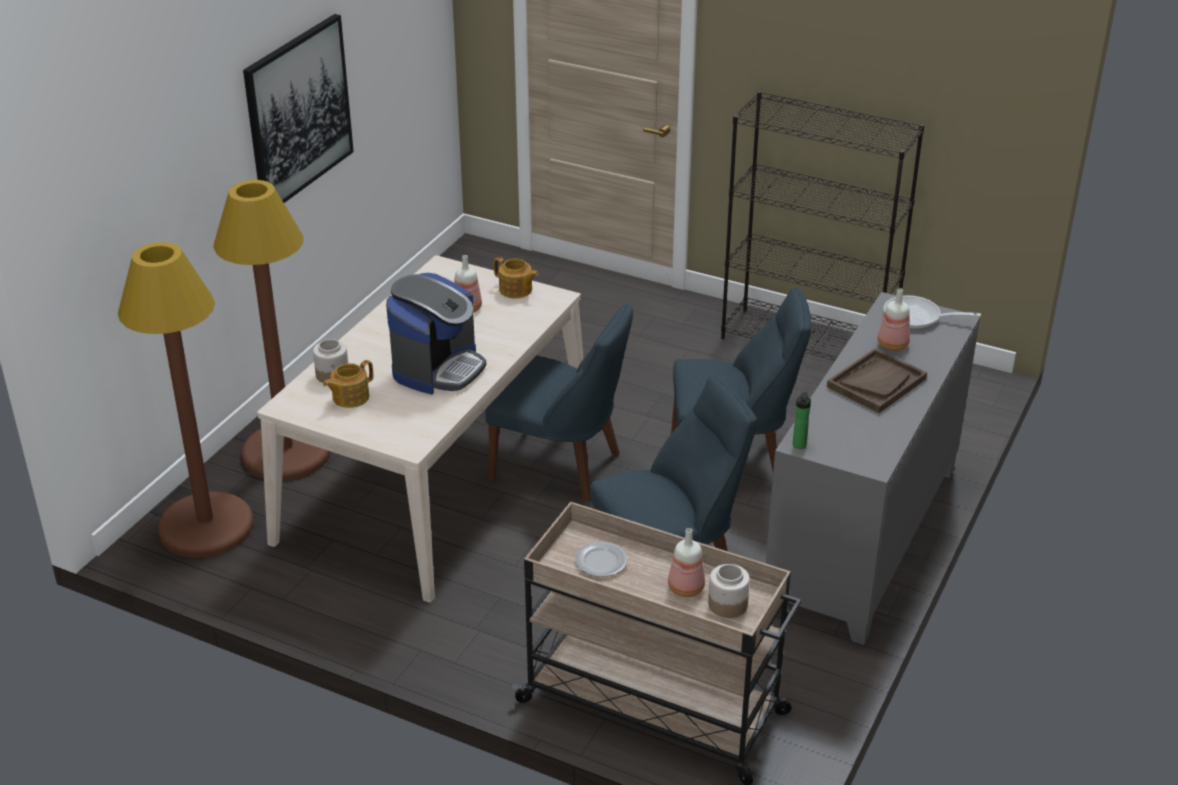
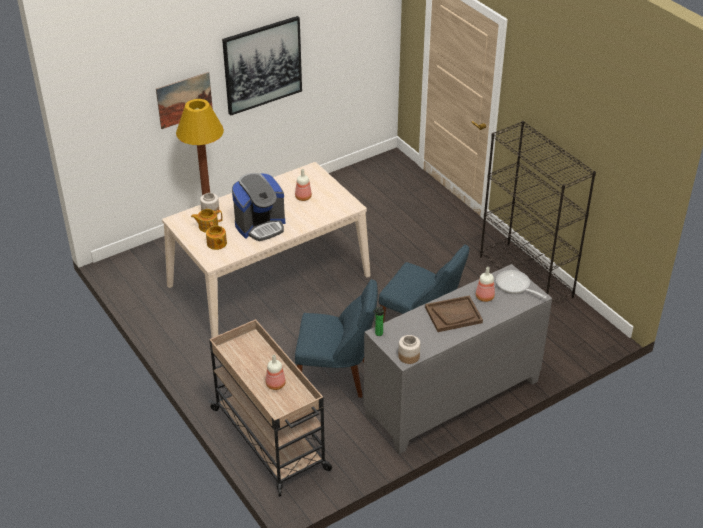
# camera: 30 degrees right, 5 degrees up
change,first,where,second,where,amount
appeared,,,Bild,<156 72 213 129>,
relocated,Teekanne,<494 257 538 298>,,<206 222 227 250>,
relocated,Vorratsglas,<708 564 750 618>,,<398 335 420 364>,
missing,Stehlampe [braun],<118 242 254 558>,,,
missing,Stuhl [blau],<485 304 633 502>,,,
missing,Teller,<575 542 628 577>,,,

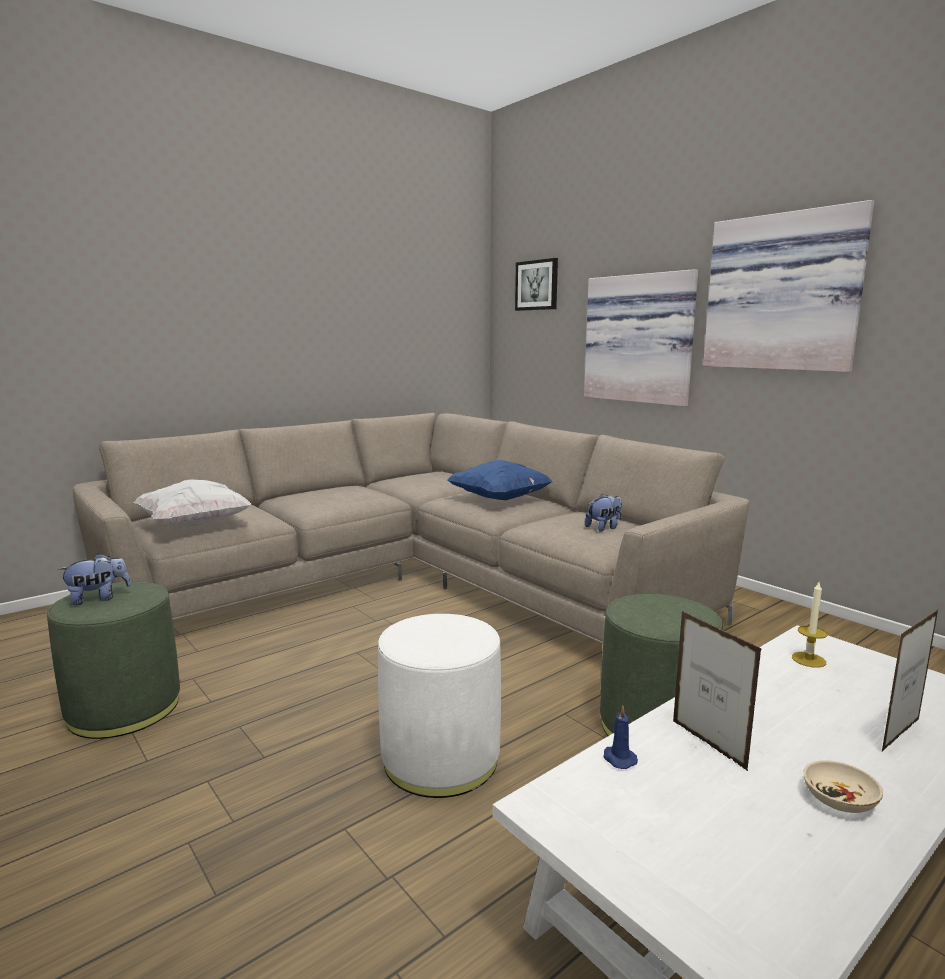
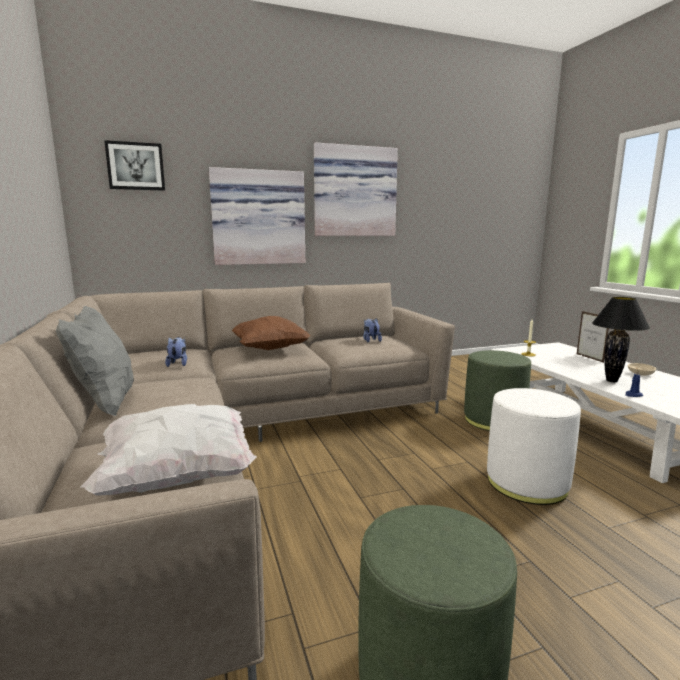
# camera: 70 degrees left, 0 degrees up
change,first,where,second,where,amount
appeared,,,Kissen [grau],<56 306 134 416>,
relocated,Plüschtier,<58 553 131 605>,,<165 337 187 367>,
colour,Kissen [blau],<447 460 553 500>,Kissen [braun],<232 316 311 350>,
exchanged,Bilderrahmen,<673 611 762 771>,Tischlampe [schwarz],<592 297 650 382>,

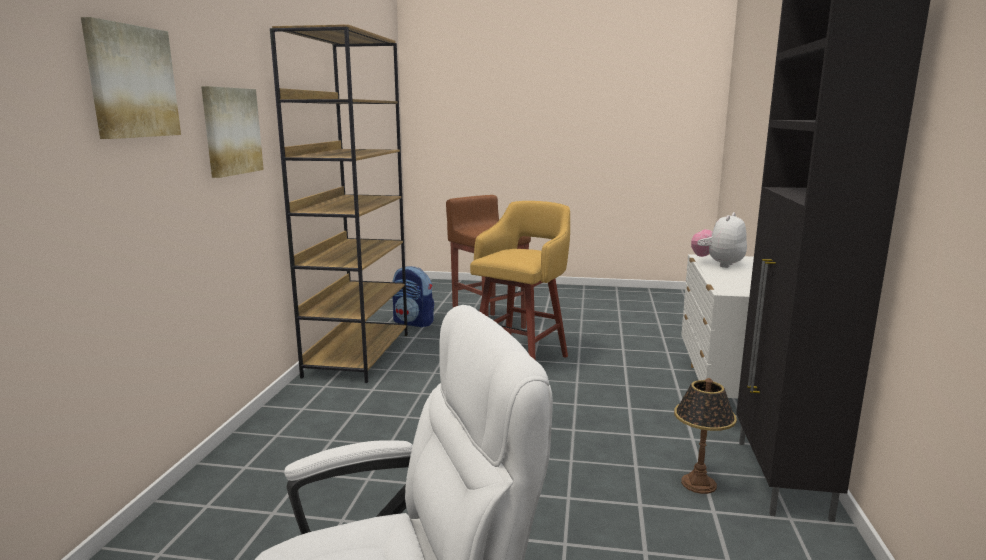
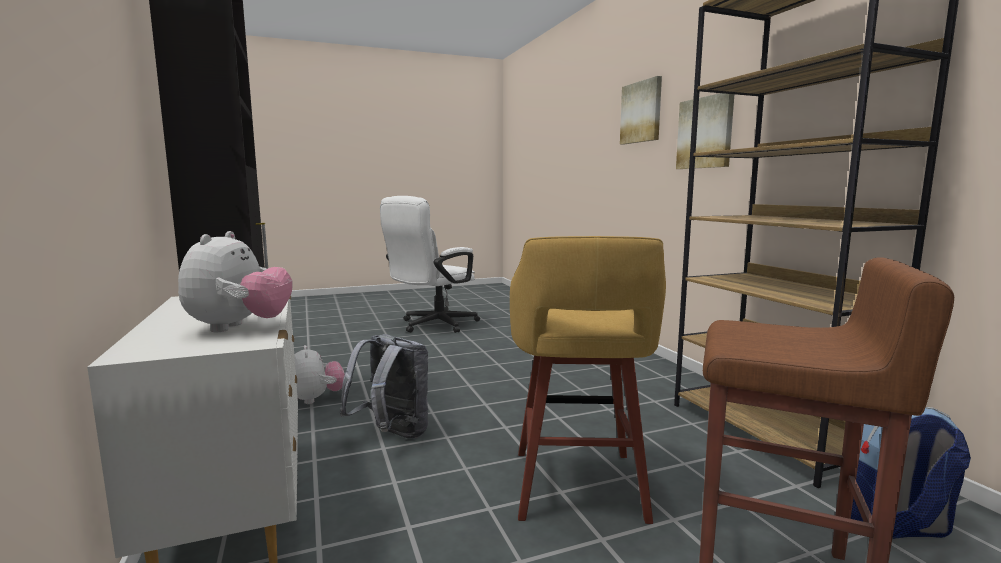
# camera: 150 degrees right, 5 degrees down
change,first,where,second,where,amount
exchanged,Tischlampe,<674 378 737 494>,Plüschtier,<294 345 345 404>,
appeared,,,Rucksack [grau],<339 334 428 439>,

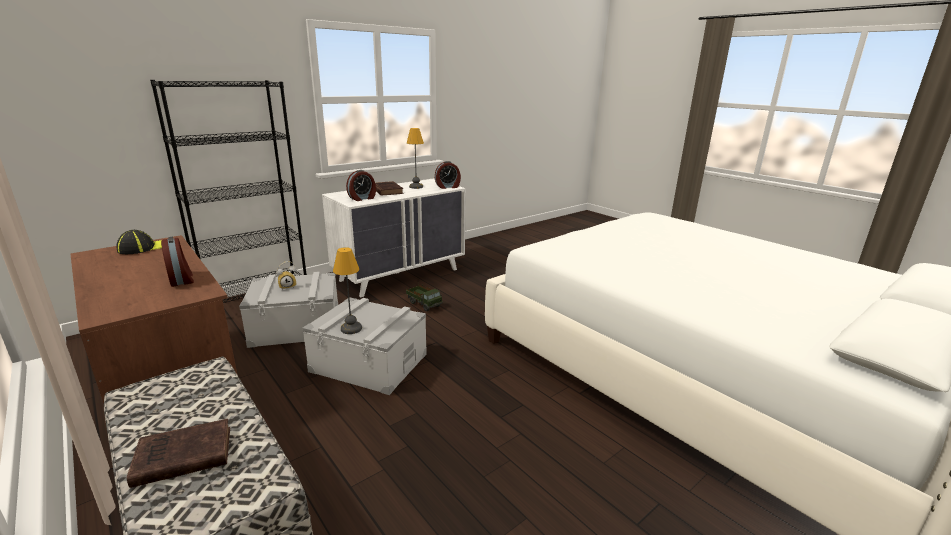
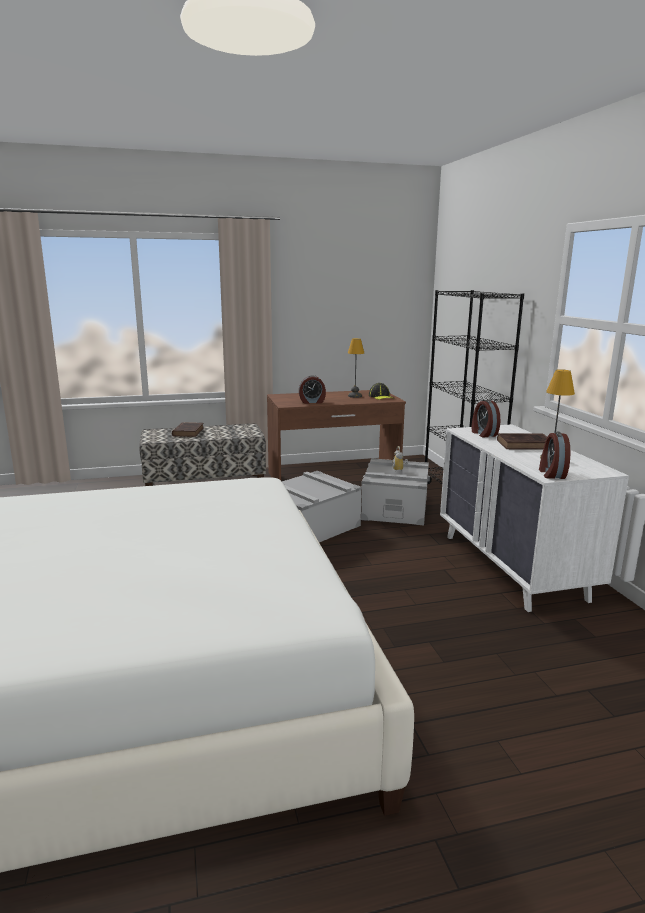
# camera: 115 degrees right, 5 degrees down
change,first,where,second,where,amount
relocated,Tischlampe,<333 247 362 334>,,<348 338 364 398>,
missing,Spielzeuglaster,<406 282 443 311>,,,

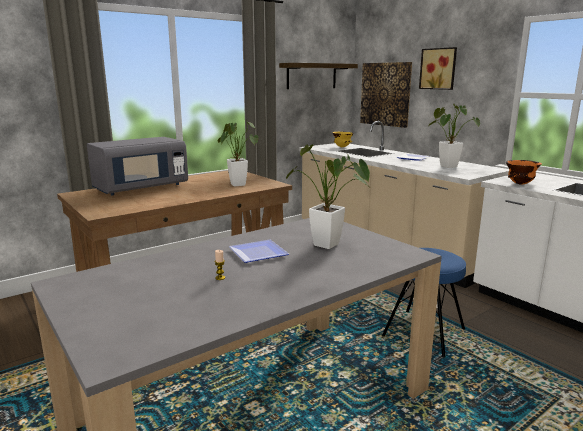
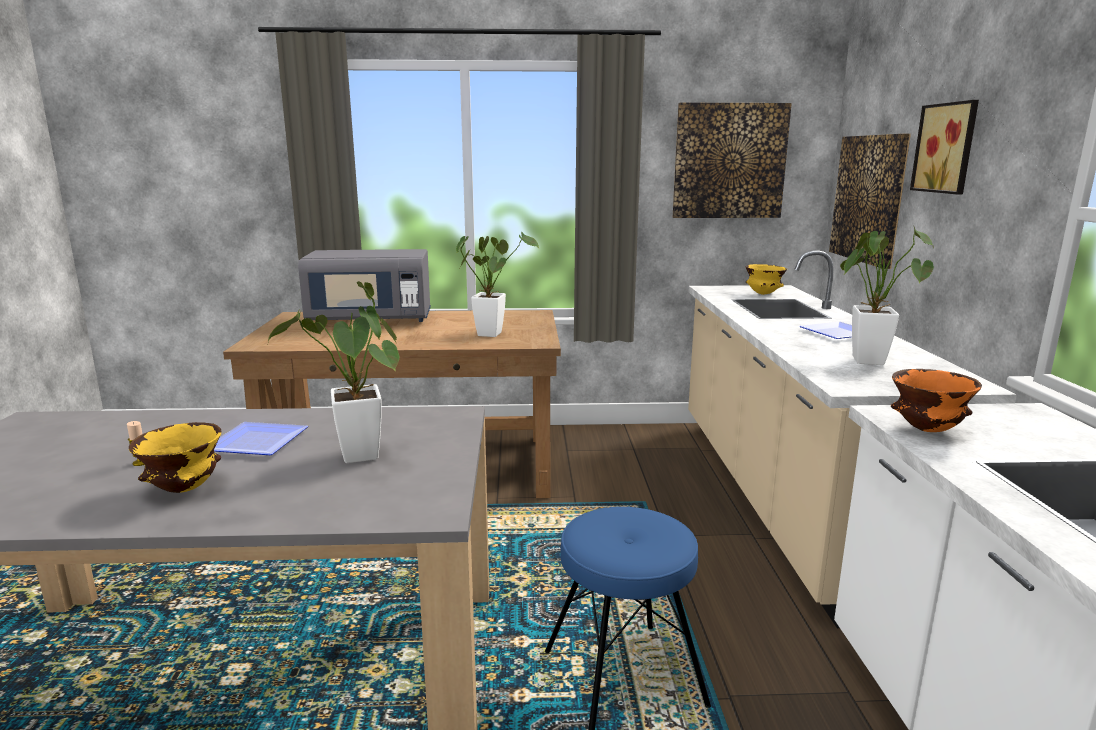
# camera: 35 degrees right, 0 degrees up
change,first,where,second,where,amount
appeared,,,Schüssel [gelb],<129 422 221 493>,
exchanged,Wandregal,<279 63 358 89>,Bild,<673 103 792 218>,

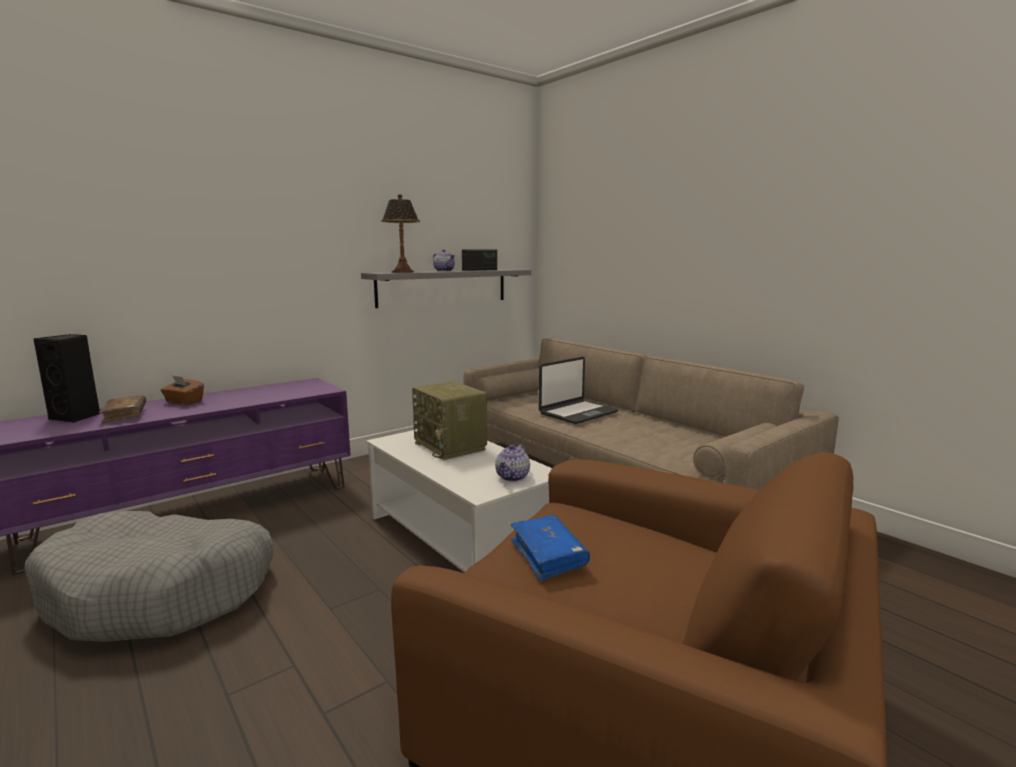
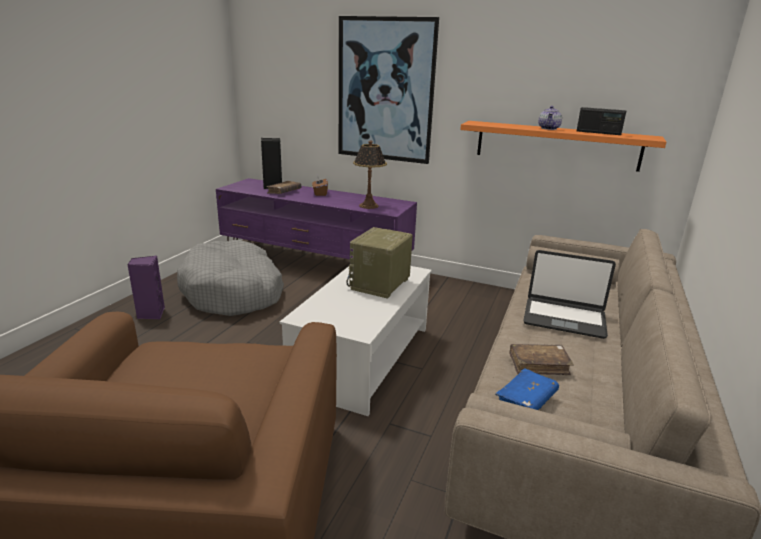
# camera: 60 degrees right, 10 degrees up
change,first,where,second,where,amount
appeared,,,Lautsprecher [lila],<127 256 165 319>,
appeared,,,Bild,<339 16 439 164>,
relocated,Tischlampe,<381 194 420 273>,,<353 140 387 209>,
colour,Wandregal [grau],<361 269 531 308>,Wandregal [orange],<460 121 666 172>,
relocated,Buch [blau],<511 515 590 581>,,<495 368 559 410>,
appeared,,,Buch [braun],<509 344 574 375>,
missing,Teekanne,<495 444 530 482>,,,

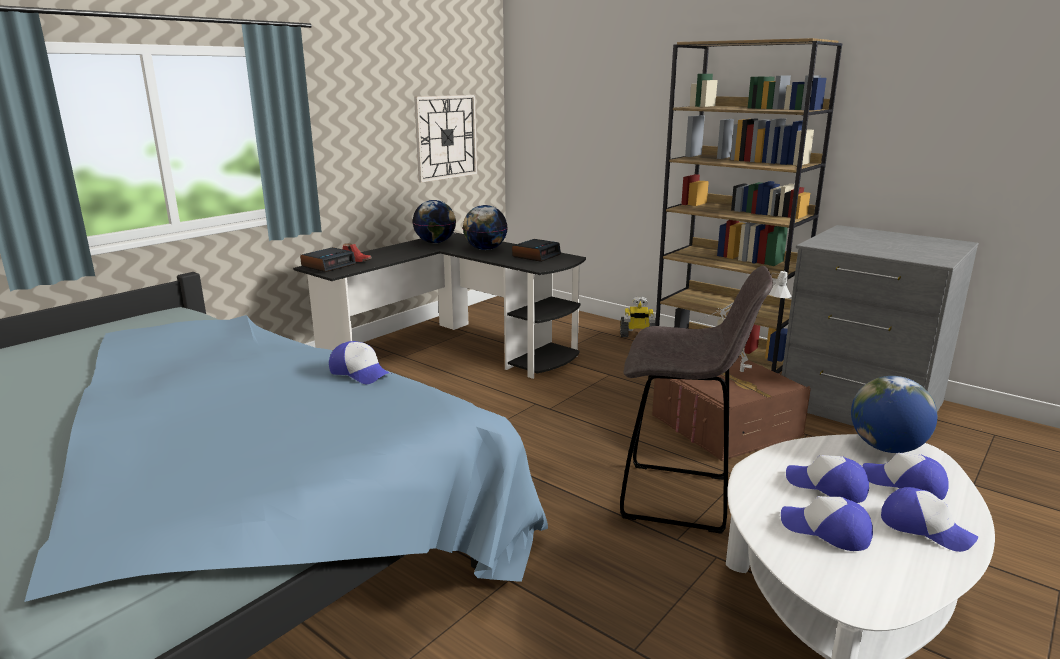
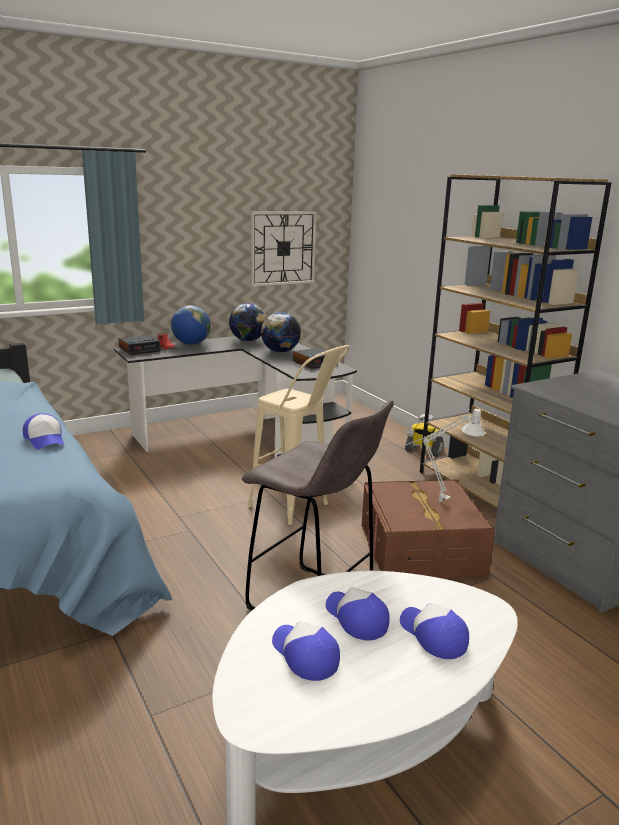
# camera: 20 degrees right, 0 degrees up
change,first,where,second,where,amount
relocated,Globus,<851 376 937 453>,,<171 305 211 345>,
appeared,,,Hocker [beige],<248 345 350 525>,
missing,Kappe,<881 487 978 552>,,,

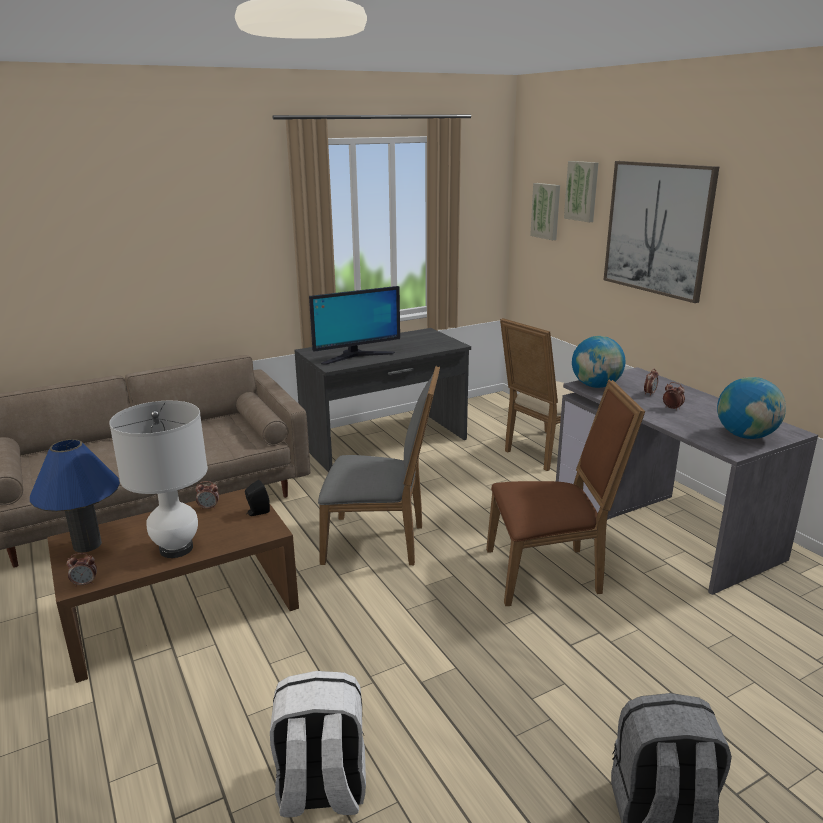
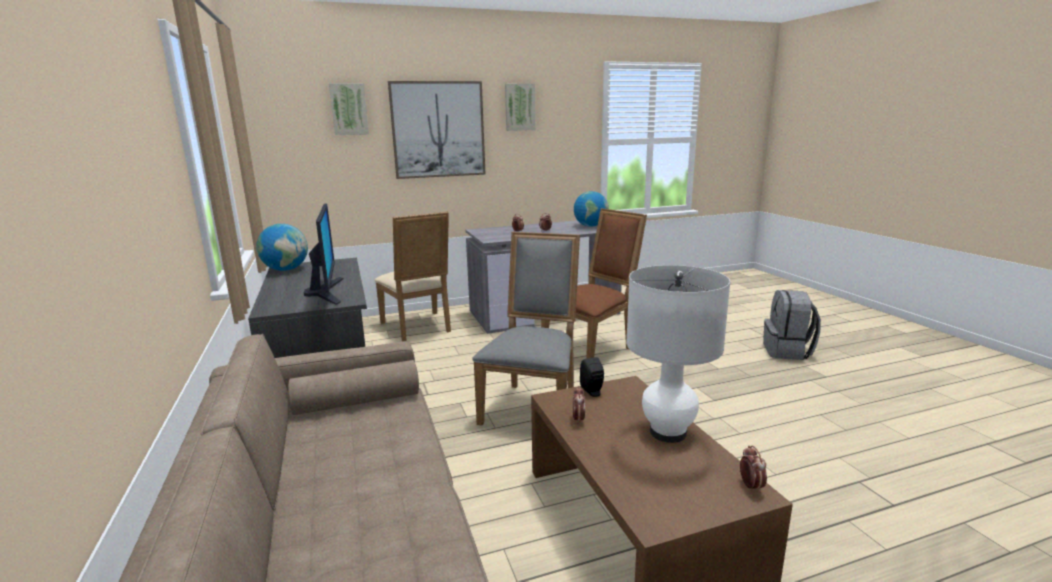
# camera: 80 degrees left, 5 degrees down
change,first,where,second,where,amount
relocated,Globus,<572 336 626 388>,,<256 224 308 271>,
relocated,Bild,<530 183 560 240>,,<505 84 536 131>,
spun,Stuhl [braun],<486 380 645 606>,,<541 208 647 359>,45 degrees clockwise
missing,Tischlampe [blau],<30 439 120 552>,,,
missing,Rucksack [weiß],<270 671 366 817>,,,

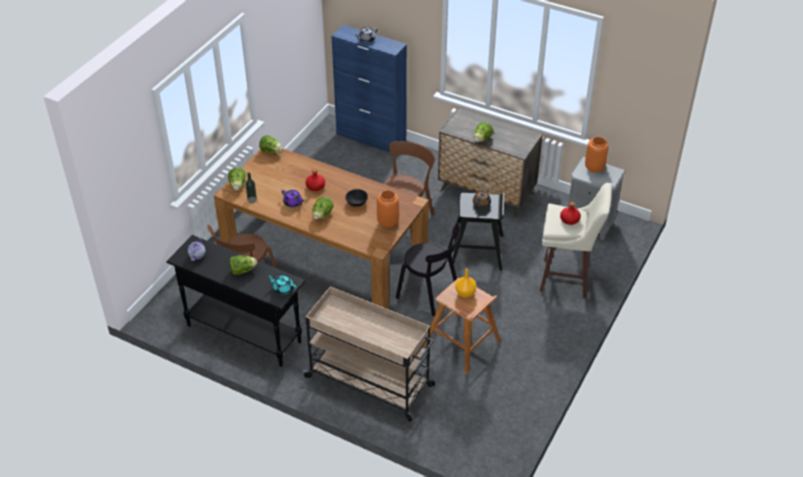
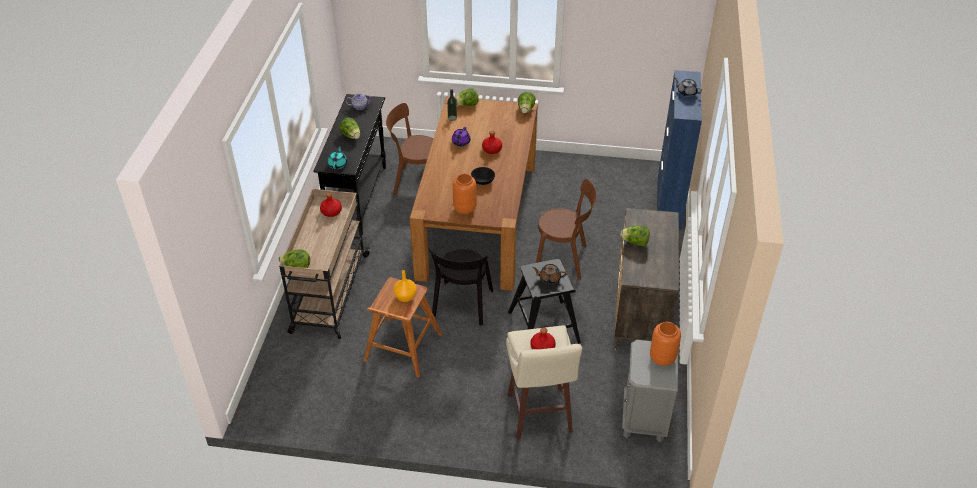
# camera: 70 degrees right, 0 degrees up
change,first,where,second,where,amount
relocated,Salatkopf,<312 197 334 219>,,<279 249 310 268>,
appeared,,,Flasche [rot],<320 193 342 217>,

